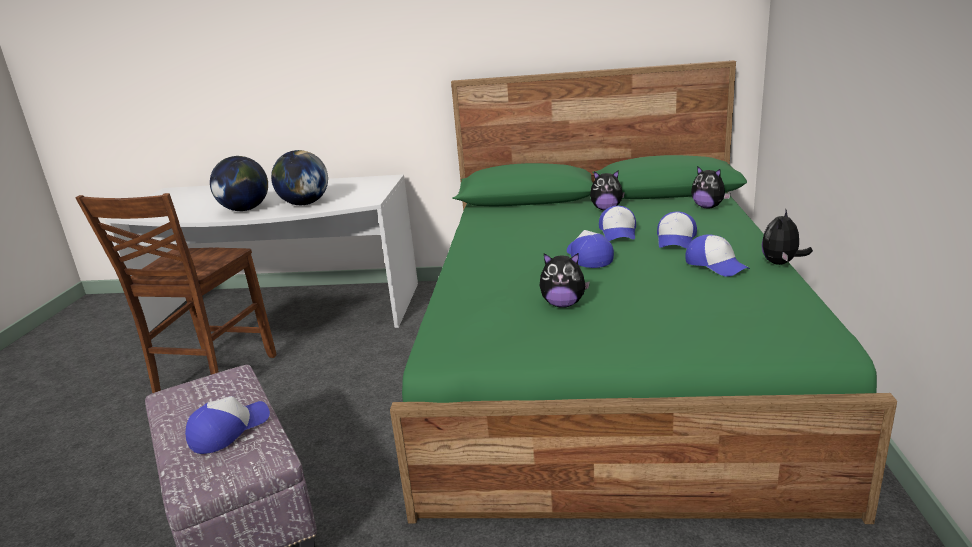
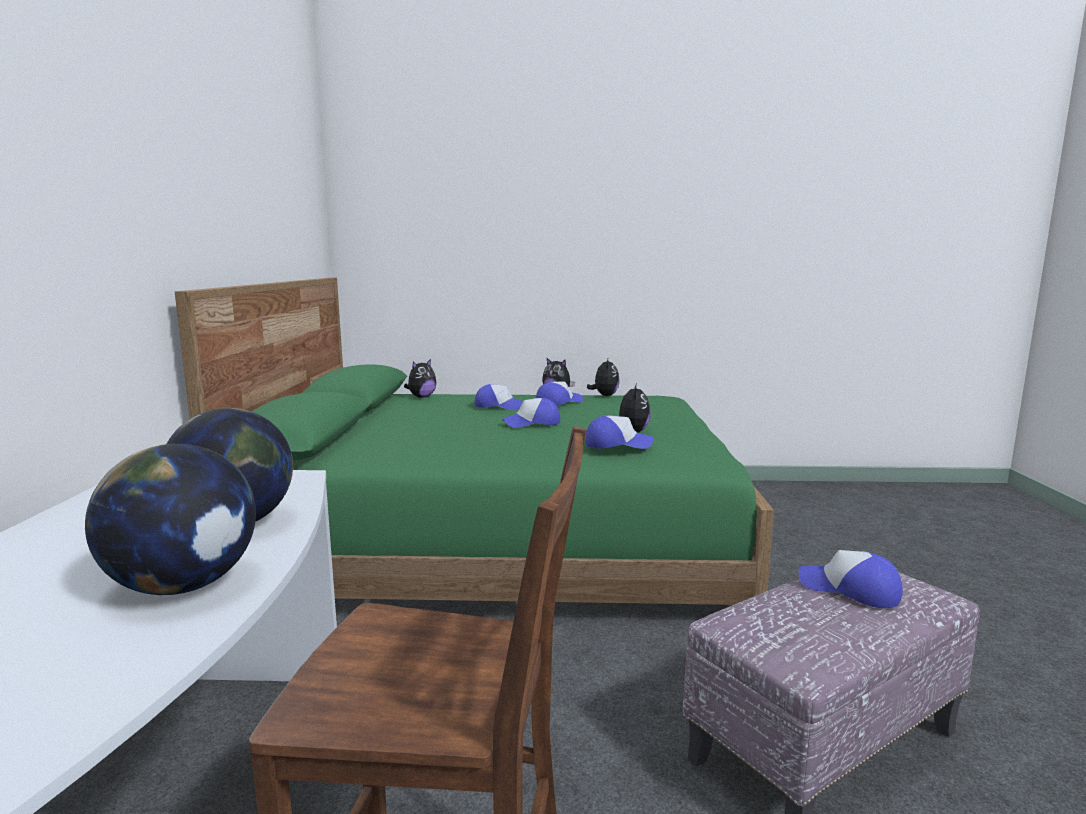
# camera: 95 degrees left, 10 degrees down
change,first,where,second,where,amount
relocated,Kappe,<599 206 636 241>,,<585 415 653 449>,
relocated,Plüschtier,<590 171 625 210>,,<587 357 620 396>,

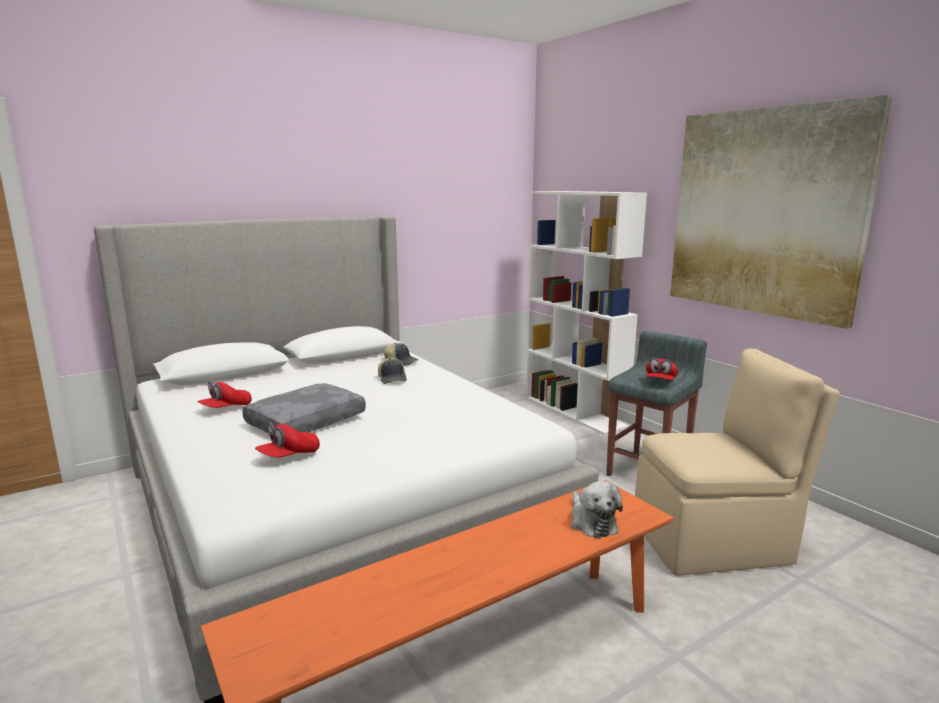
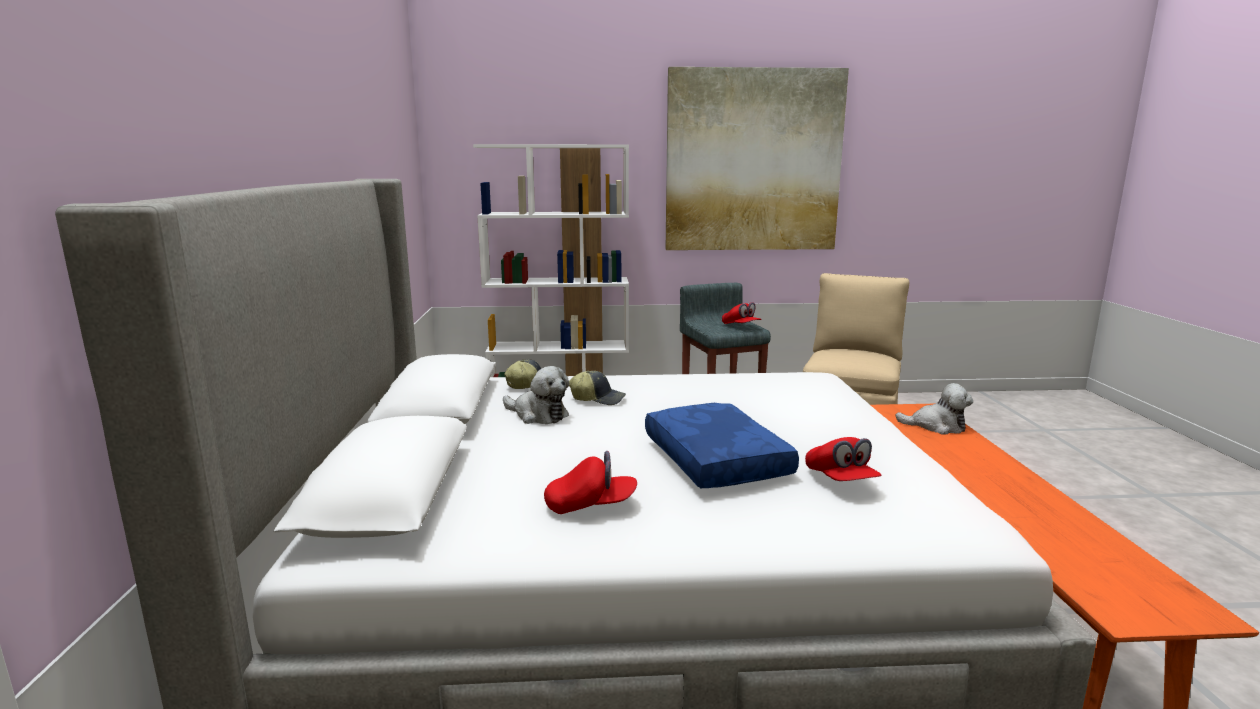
# camera: 60 degrees left, 0 degrees up
change,first,where,second,where,amount
appeared,,,Plüschtier,<503 366 569 424>,
spun,Kappe [rot],<197 381 252 408>,,<544 451 637 514>,75 degrees counterclockwise
colour,Kissen [grau],<242 383 366 433>,Kissen [blau],<645 403 799 488>,

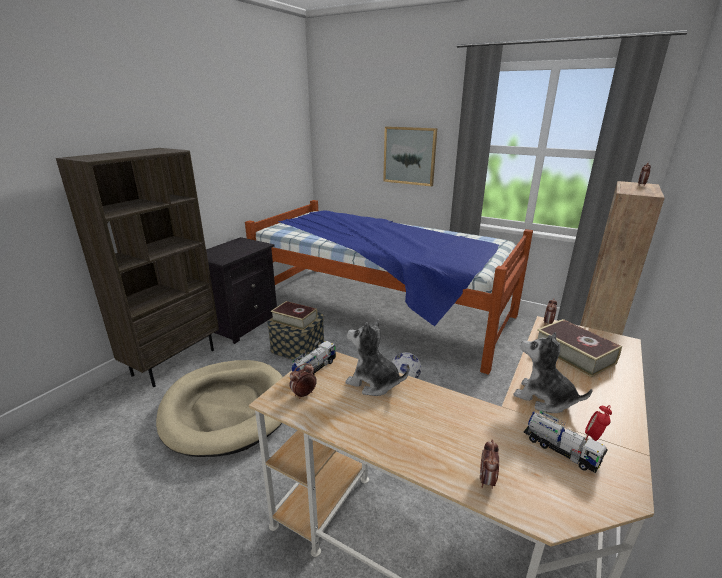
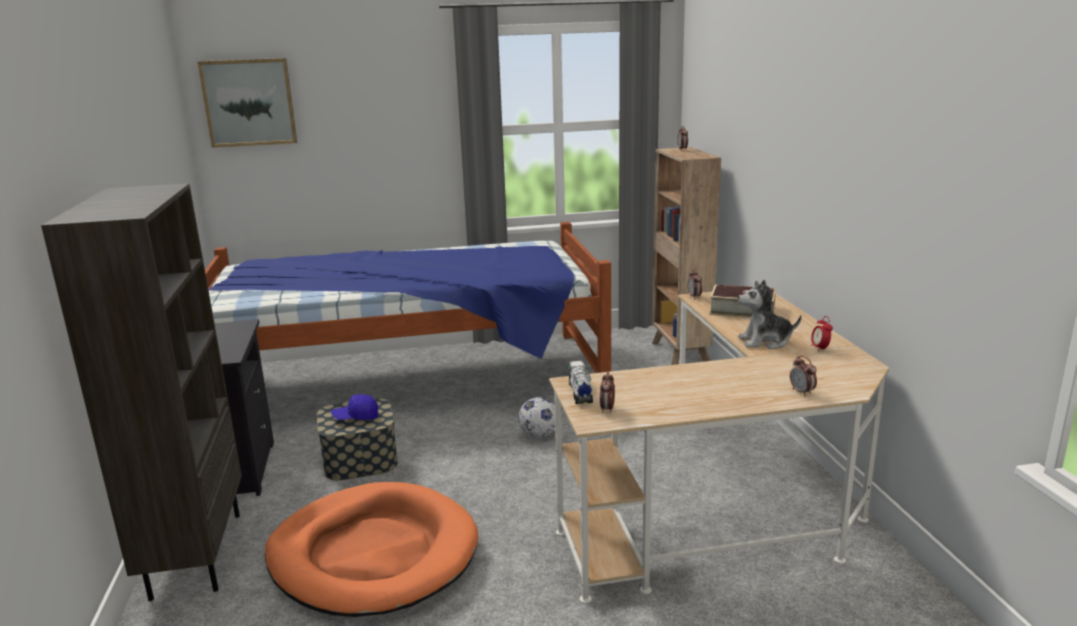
# camera: 40 degrees left, 5 degrees down
change,first,where,second,where,amount
relocated,Bild,<383 126 437 186>,,<197 58 297 148>,
colour,Hundebett [beige],<156 360 283 457>,Hundebett [orange],<265 482 478 617>,
exchanged,Buch,<271 301 318 330>,Kappe [blau],<331 394 378 420>,
missing,Plüschtier,<345 319 409 396>,,,
missing,Spielzeuglaster,<523 410 608 473>,,,

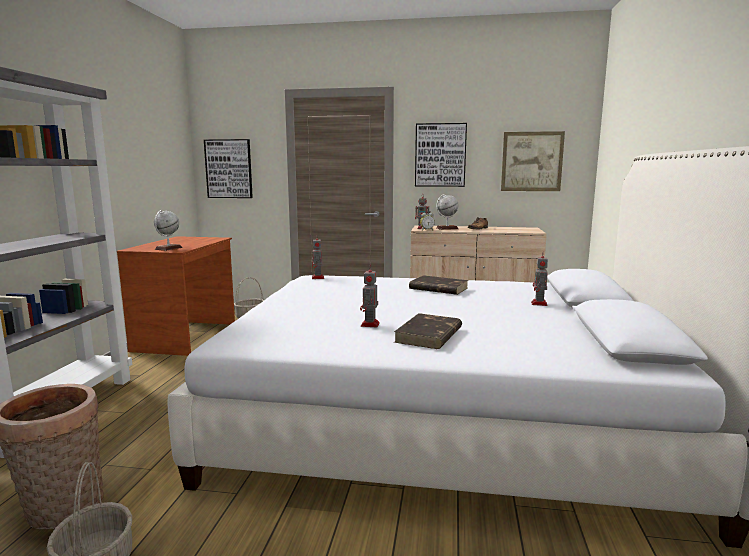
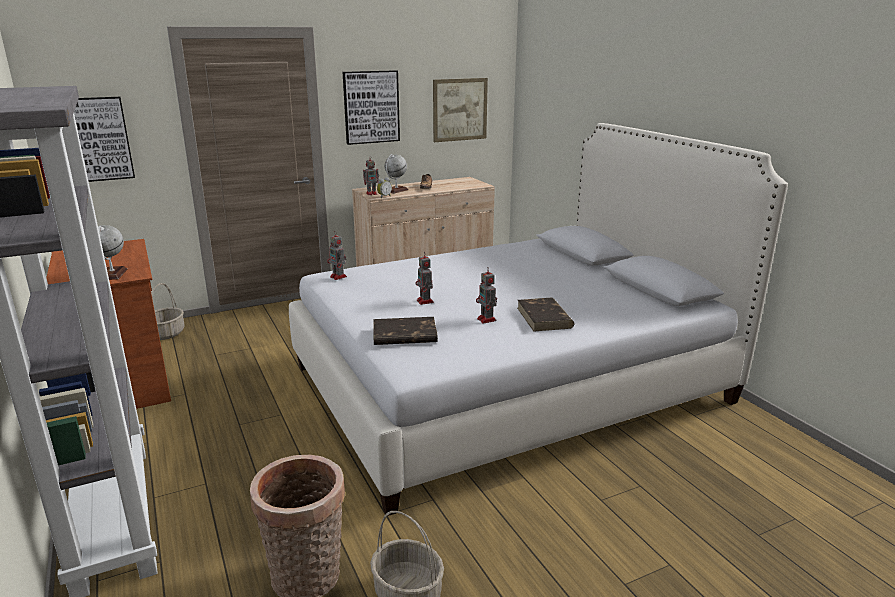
# camera: 35 degrees left, 10 degrees up
change,first,where,second,where,amount
relocated,Buch [braun],<409 275 469 295>,,<373 317 438 345>,
relocated,Spielzeugroboter,<531 256 548 306>,,<415 251 434 305>,

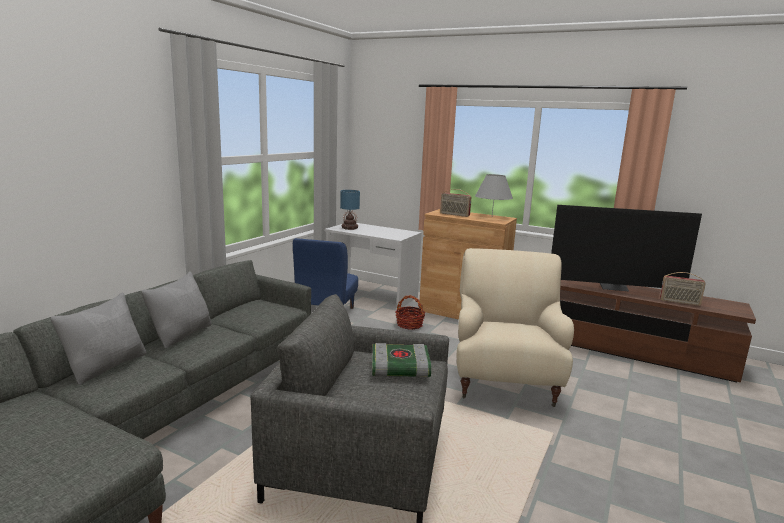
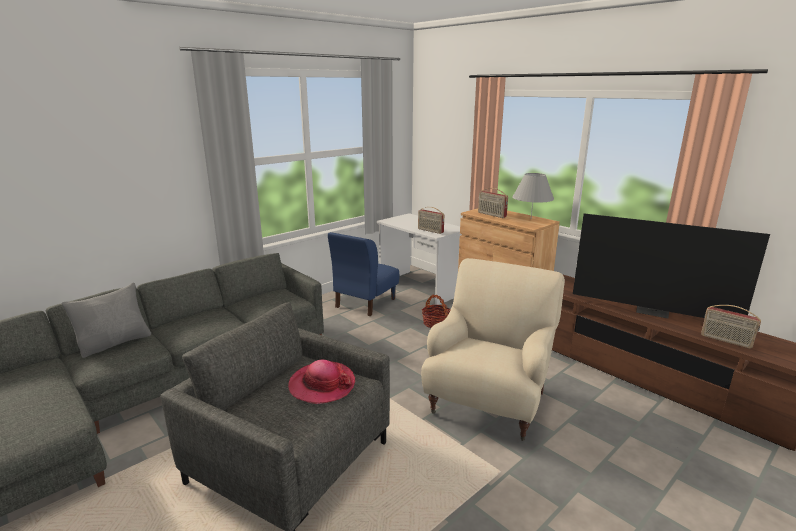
# camera: 20 degrees right, 5 degrees up
change,first,where,second,where,amount
exchanged,Buch,<372 343 431 377>,Hut,<288 360 355 404>,
appeared,,,Radio,<418 207 444 234>,
missing,Kissen [grau],<141 271 212 349>,,,
missing,Tischlampe,<340 190 360 230>,,,

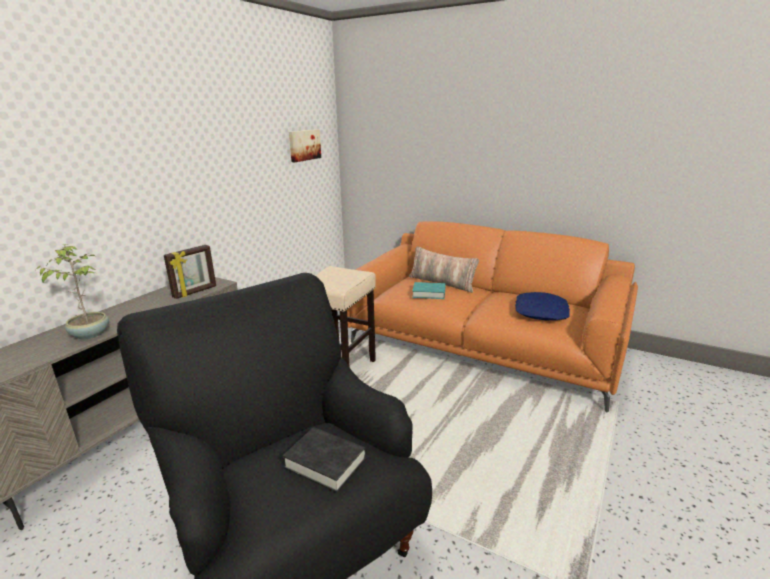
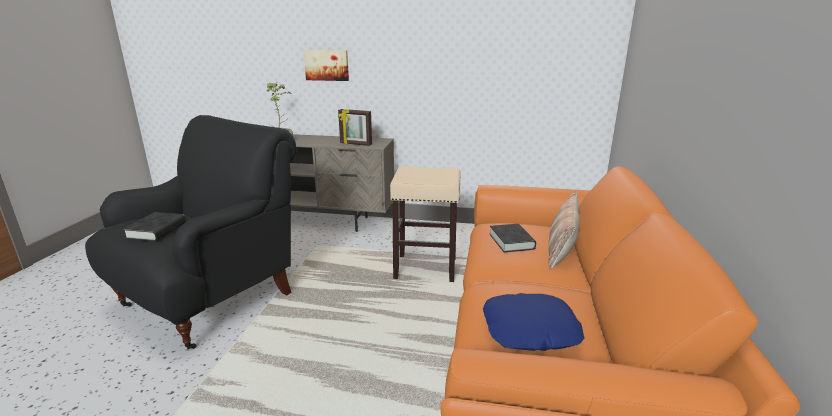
# camera: 70 degrees right, 0 degrees up
change,first,where,second,where,amount
relocated,Bild,<289 129 321 162>,,<303 50 349 81>,
colour,Buch [türkis],<412 282 446 299>,Buch [schwarz],<489 224 536 252>,

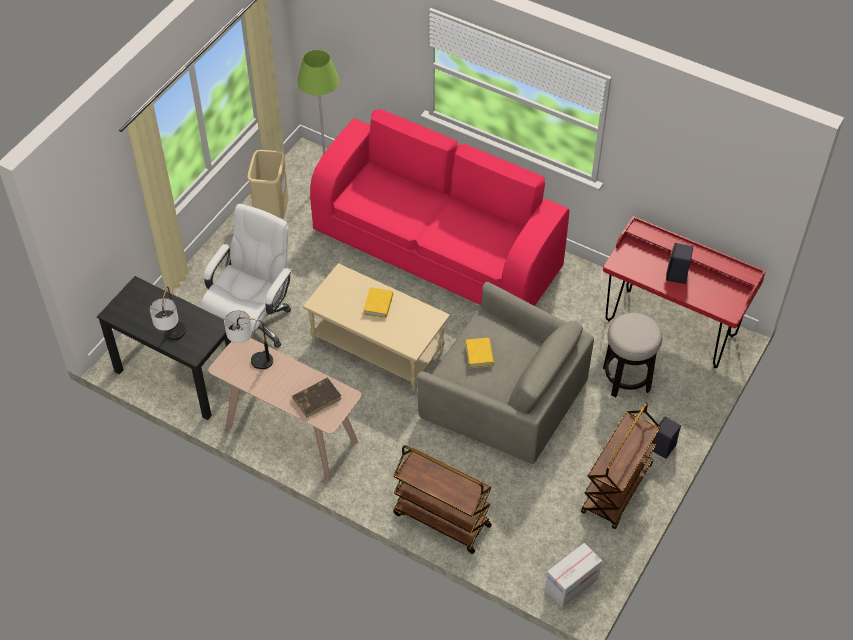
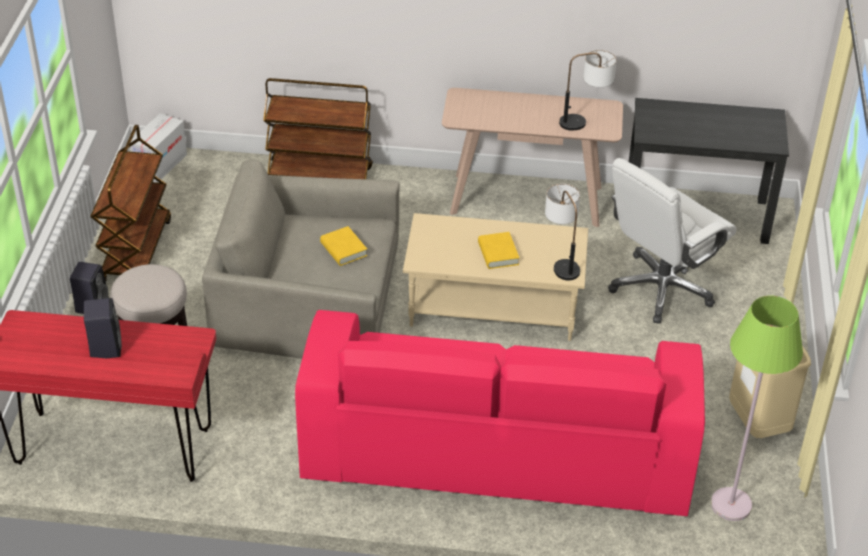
# camera: 155 degrees right, 10 degrees down
change,first,where,second,where,amount
relocated,Tischlampe,<150 286 186 340>,,<545 184 580 280>,
spun,Bürostuhl [weiß],<200 204 293 348>,,<608 158 736 324>,45 degrees clockwise
missing,Buch [braun],<292 378 341 417>,,,

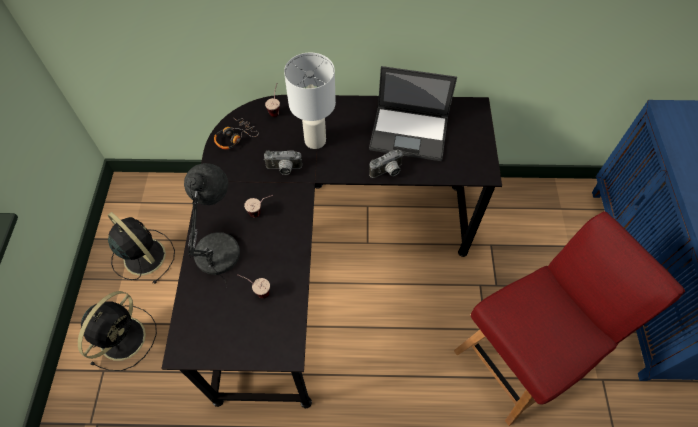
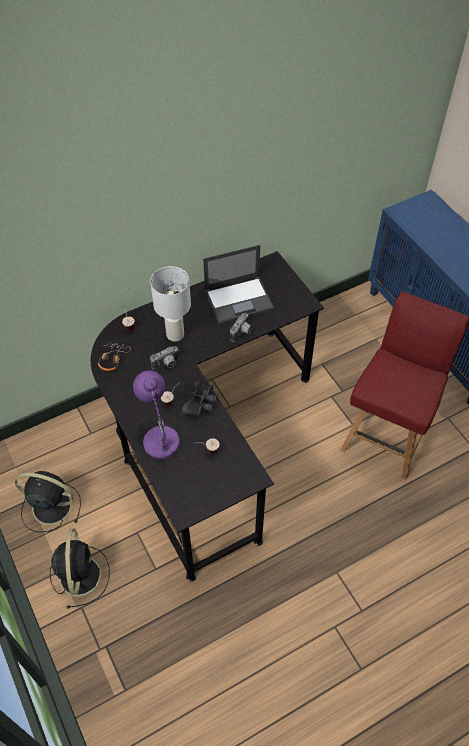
# camera: 30 degrees left, 5 degrees down
change,first,where,second,where,amount
colour,Tischlampe [grau],<184 163 240 288>,Tischlampe [lila],<133 370 185 461>,
appeared,,,Fernglas [schwarz],<182 381 218 419>,

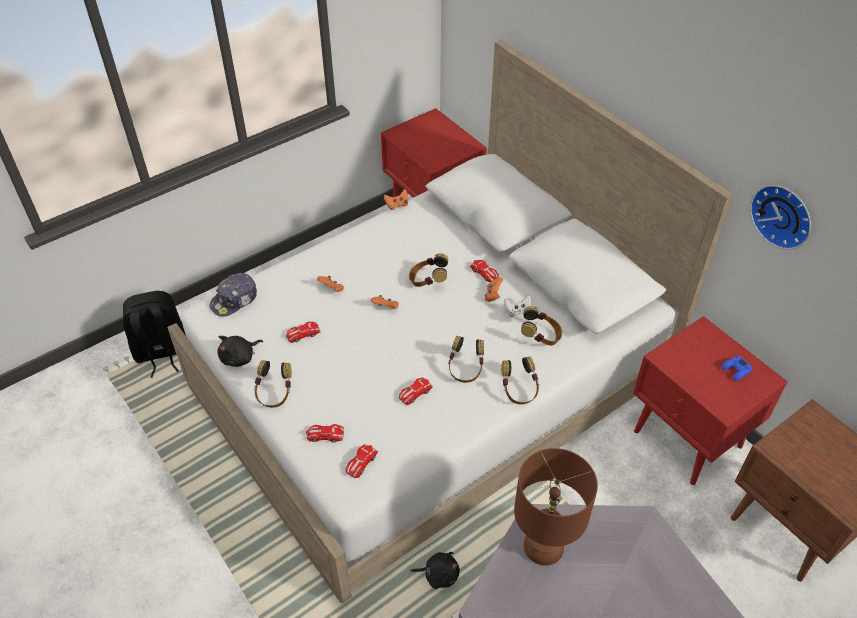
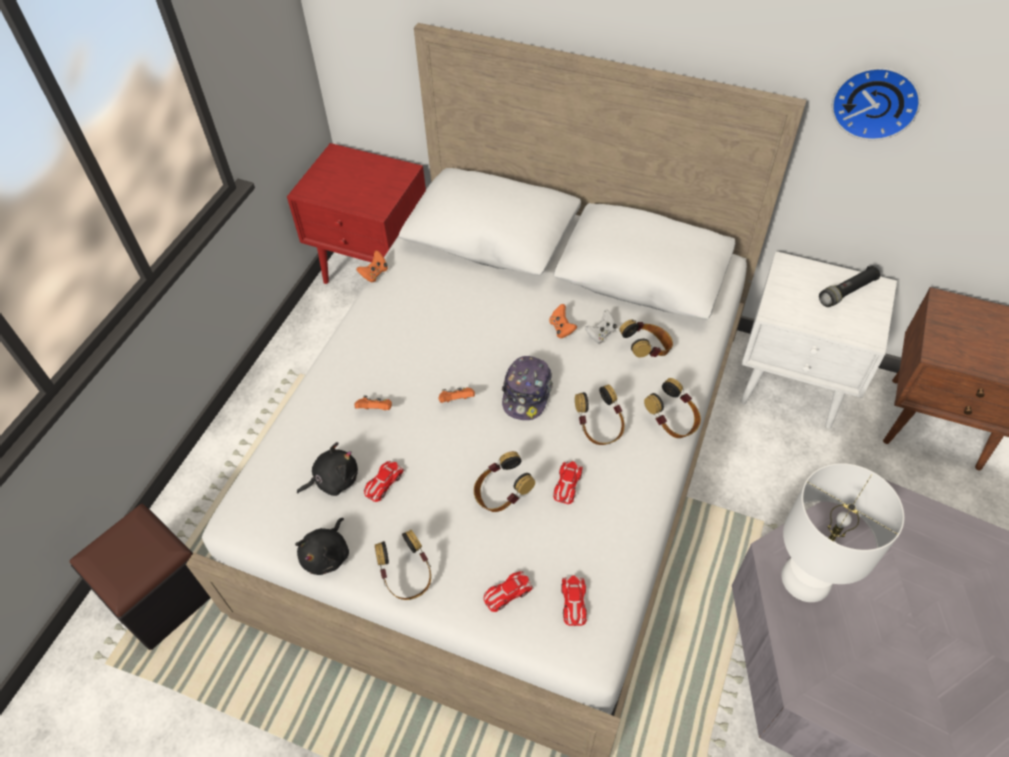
# camera: 30 degrees left, 5 degrees up
change,first,where,second,where,amount
exchanged,Rucksack [schwarz],<123 291 186 378>,Polsterhocker [schwarz],<69 504 210 650>,
relocated,Plüschtier [schwarz],<410 552 460 589>,,<297 442 358 496>,
relocated,Kopfhörer,<409 253 448 287>,,<474 451 535 512>,
relocated,Kappe,<210 273 257 317>,,<502 356 553 420>,
colour,Nachttisch [rot],<633 316 788 485>,Nachttisch [weiß],<740 251 897 429>,
colour,Tischlampe [braun],<514 448 598 566>,Tischlampe [weiß],<781 463 904 602>,
exchanged,Gamepad [blau],<721 356 752 381>,Taschenlampe [schwarz],<819 266 880 307>,
missing,Spielzeugauto,<469 260 499 282>,,,

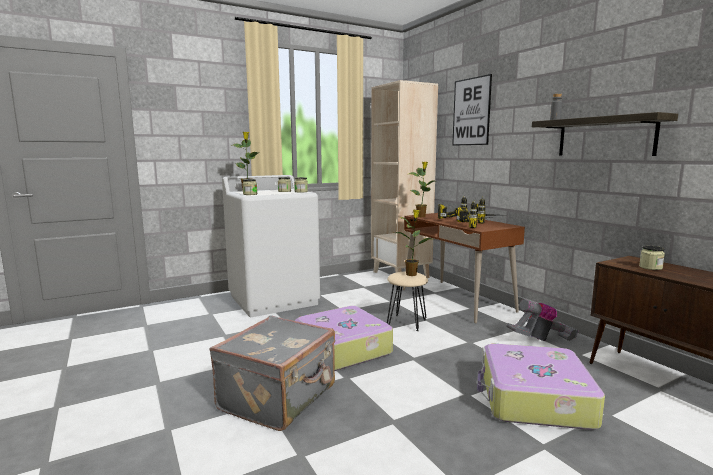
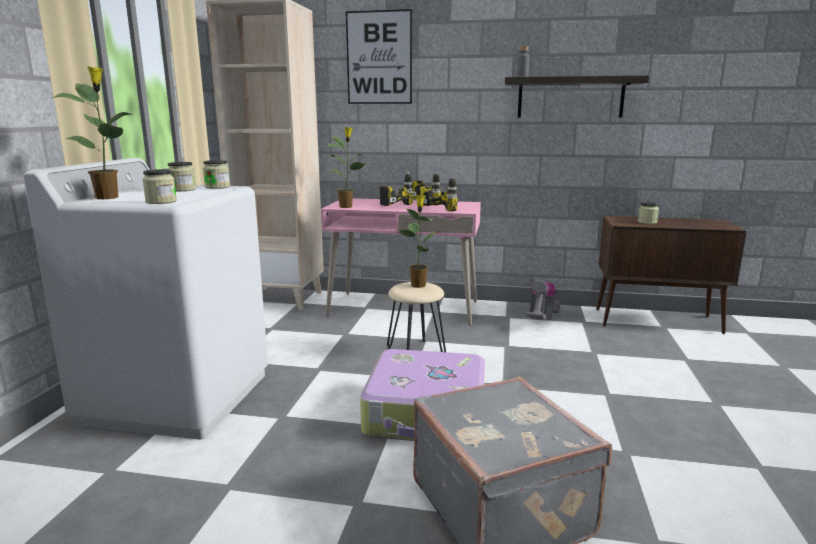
# camera: 50 degrees left, 5 degrees up
change,first,where,second,where,amount
colour,Schreibtisch [braun],<403 213 525 323>,Schreibtisch [rosa],<321 198 481 326>,
missing,Koffer,<477 344 605 430>,,,

